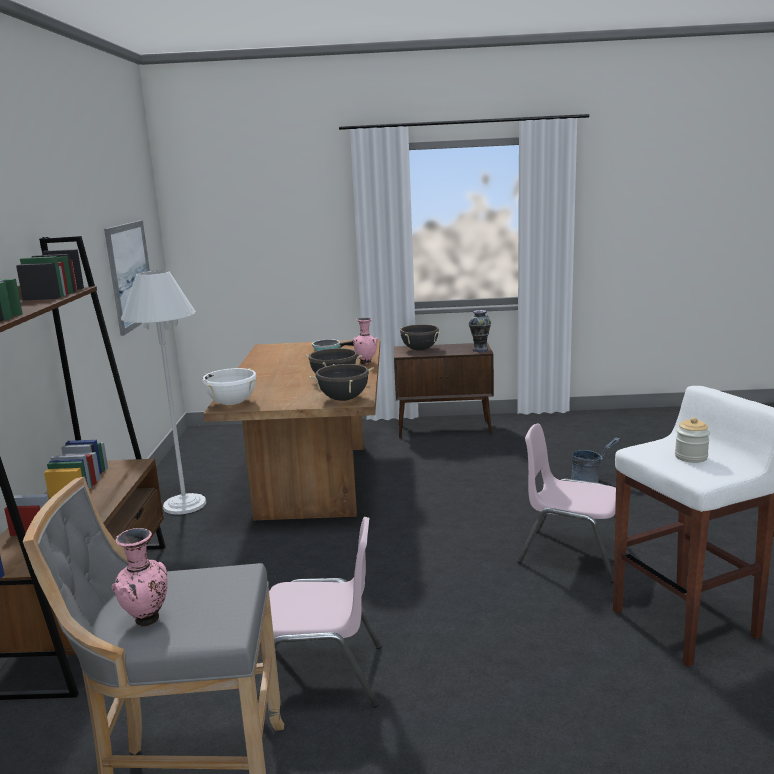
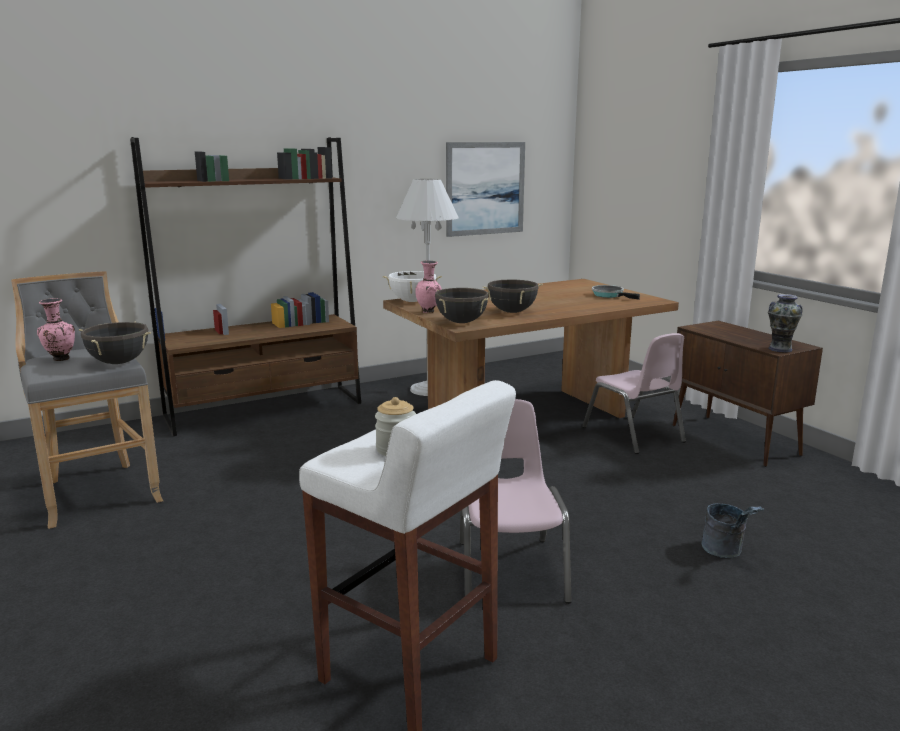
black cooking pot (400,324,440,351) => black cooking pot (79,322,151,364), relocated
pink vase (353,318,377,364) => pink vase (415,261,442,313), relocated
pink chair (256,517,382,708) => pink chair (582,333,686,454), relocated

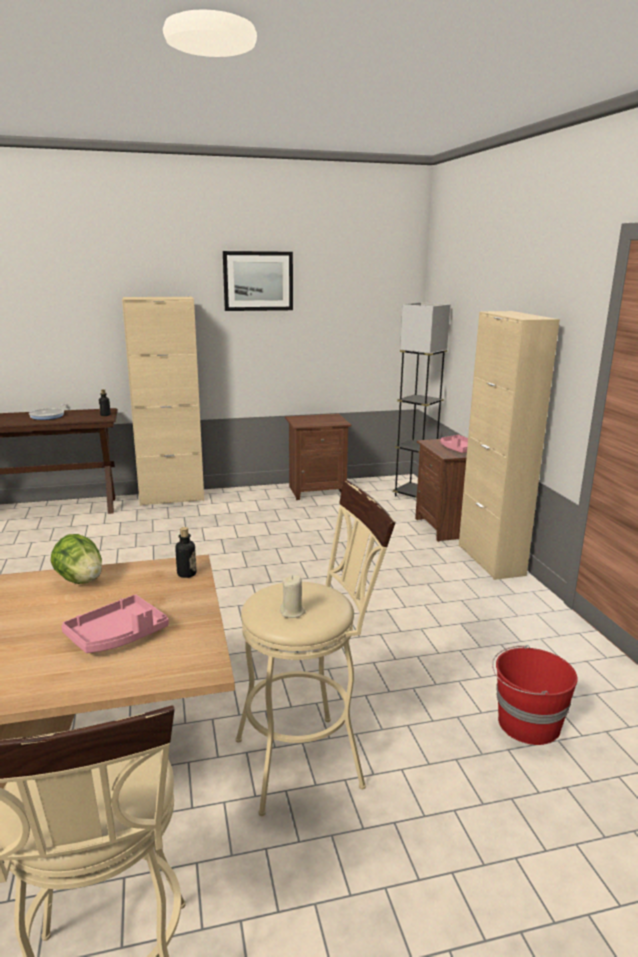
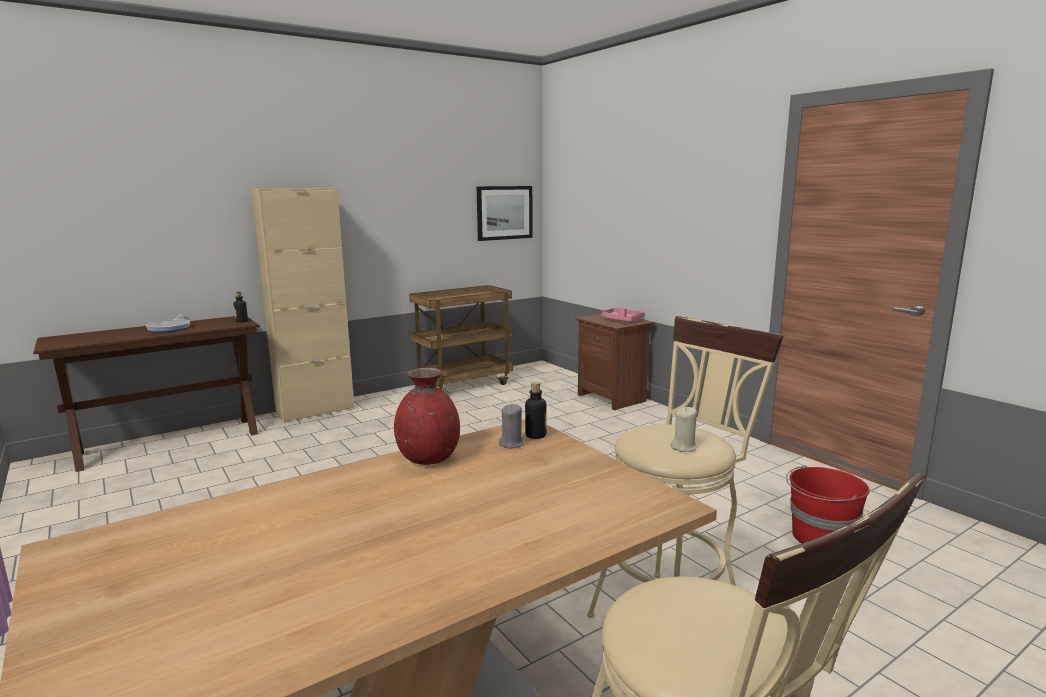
lettuce (50,534,102,584) => red vase (394,368,460,465)
brown nightstand (285,414,351,500) => brown cart (409,285,513,391)
picture (223,251,293,311) => picture (476,186,533,241), relocated
nothing => grey candle (499,404,524,449)
pink tray (62,594,169,653) => nothing
grey floor lamp (393,302,450,498) => nothing
beige cabinet (459,311,560,580) => nothing

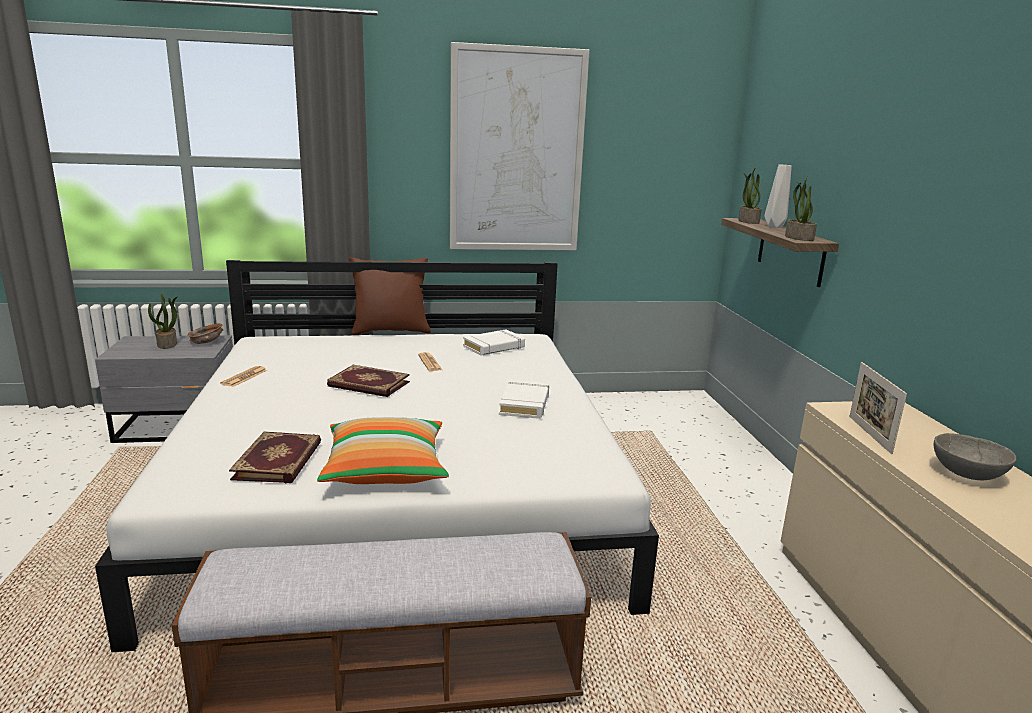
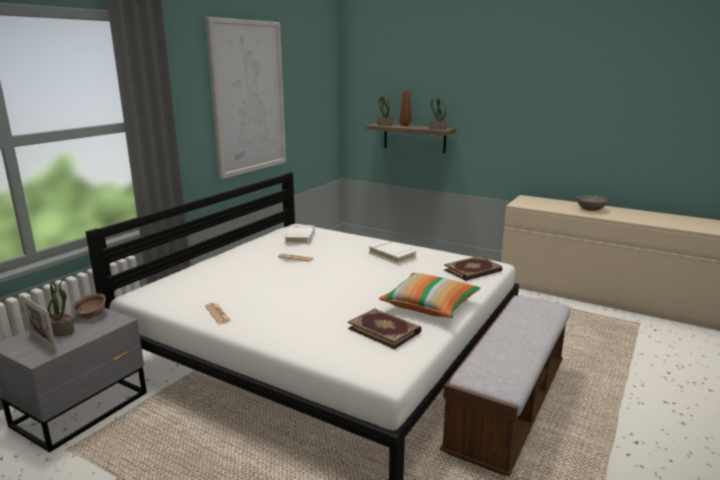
picture frame (849,362,907,454) => picture frame (21,295,57,353), relocated
grey vase (764,165,792,228) => brown vase (399,90,412,126)
book (327,365,410,397) => book (444,256,502,281), relocated
brown pillow (349,257,431,335) => nothing

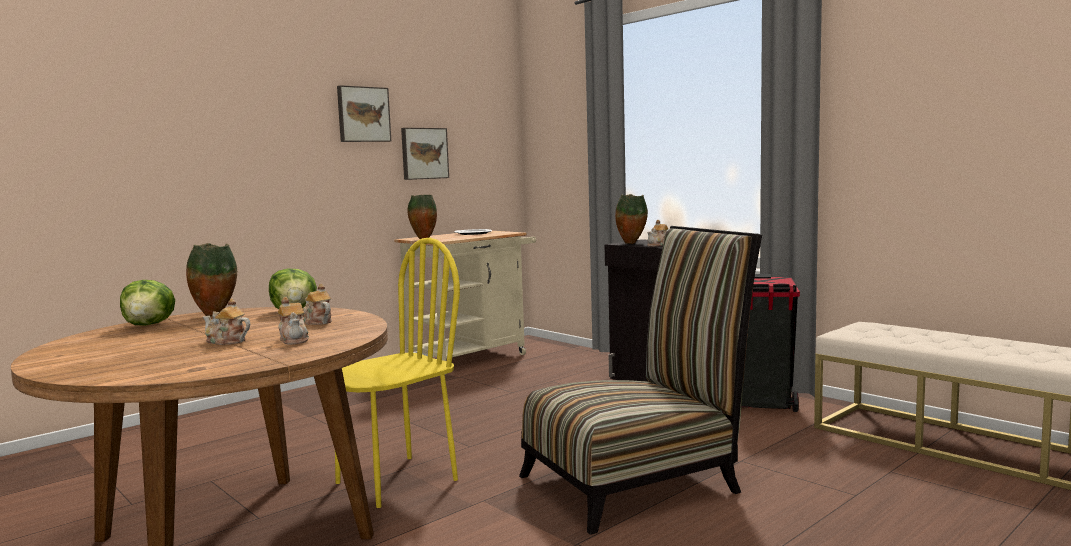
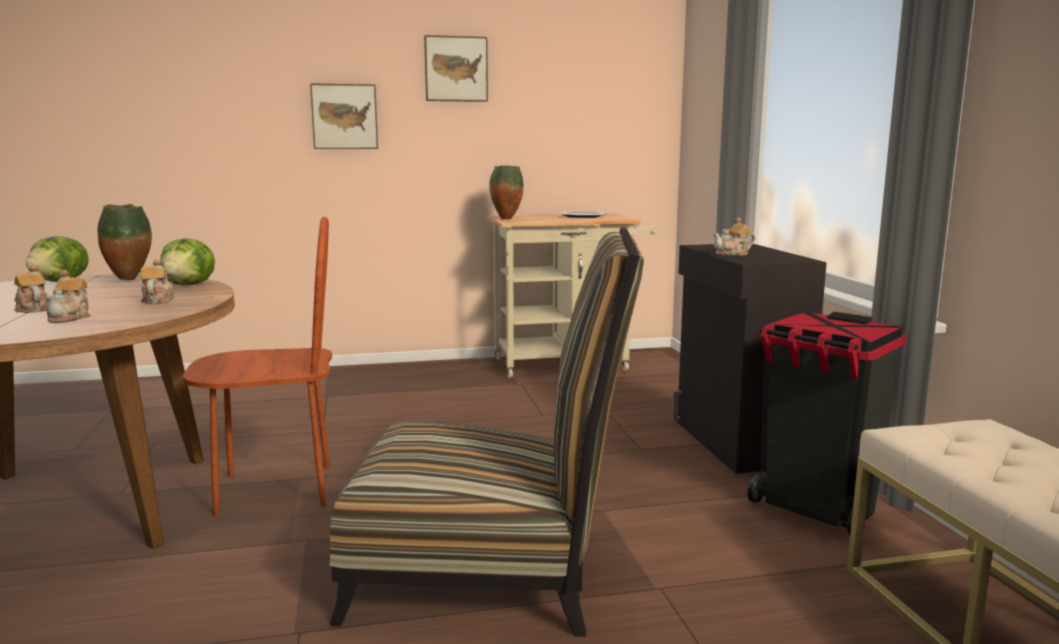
yellow chair (335,237,460,508) => brown chair (183,217,332,516)
picture (401,128,449,180) => picture (310,83,378,149), relocated
vase (615,194,648,244) => nothing

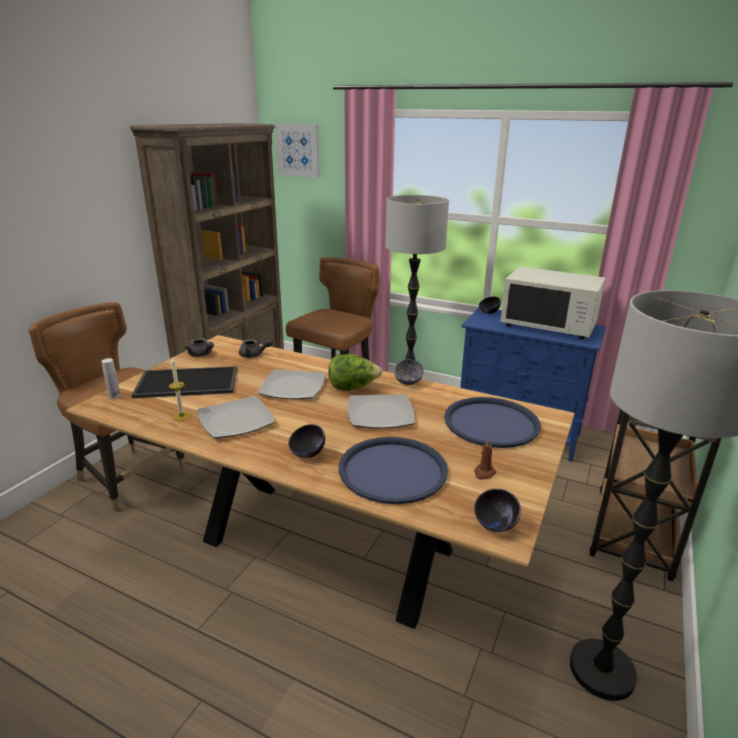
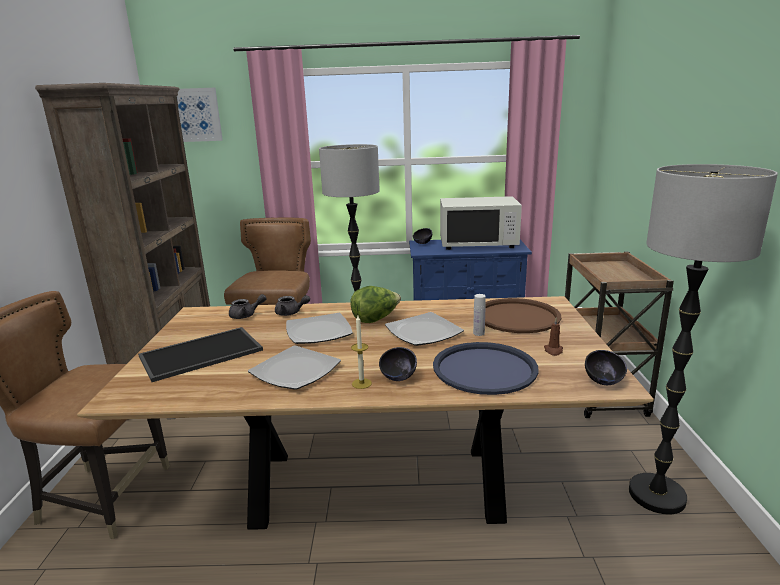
grey teapot (185,338,214,357) => grey teapot (275,295,310,316), relocated
candle (169,358,191,421) => candle (351,316,372,389), relocated
white bottle (101,358,121,399) => white bottle (473,294,486,336), relocated
blue tray (444,397,541,448) => brown tray (485,298,561,333)
grey bowl (394,359,424,385) => nothing

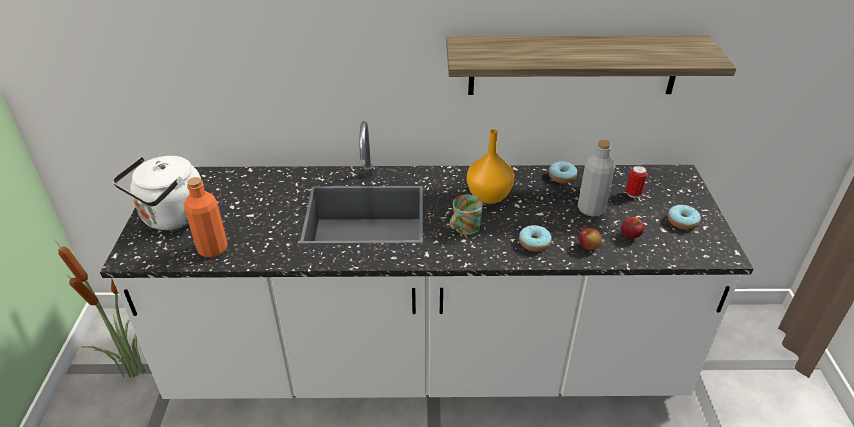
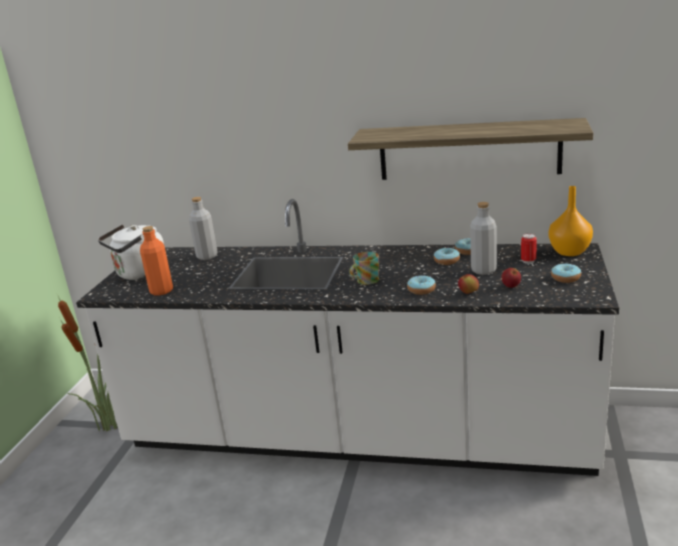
nothing => grey bottle (189,197,217,260)
nothing => donut (434,248,460,265)
orange vase (467,129,514,204) => orange vase (548,186,593,256), relocated

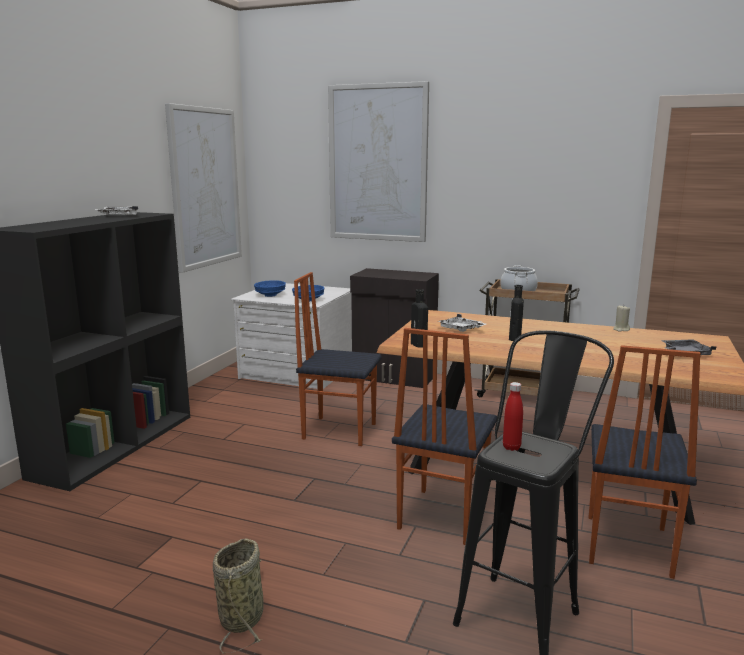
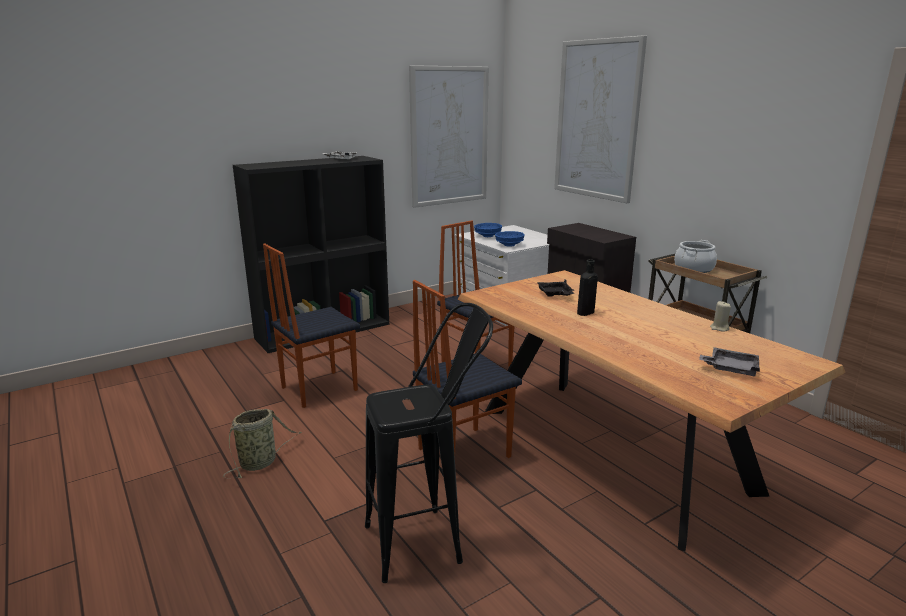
chair (589,345,701,579) => chair (263,244,360,408), relocated
white tray (438,314,486,332) => black tray (536,279,574,297)
black bottle (411,289,428,348) => nothing
red bottle (503,382,523,451) => nothing

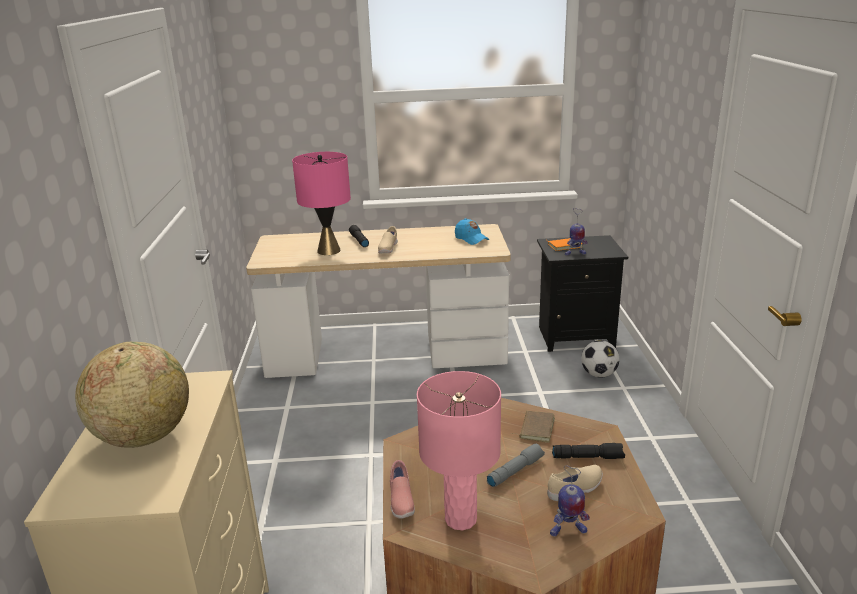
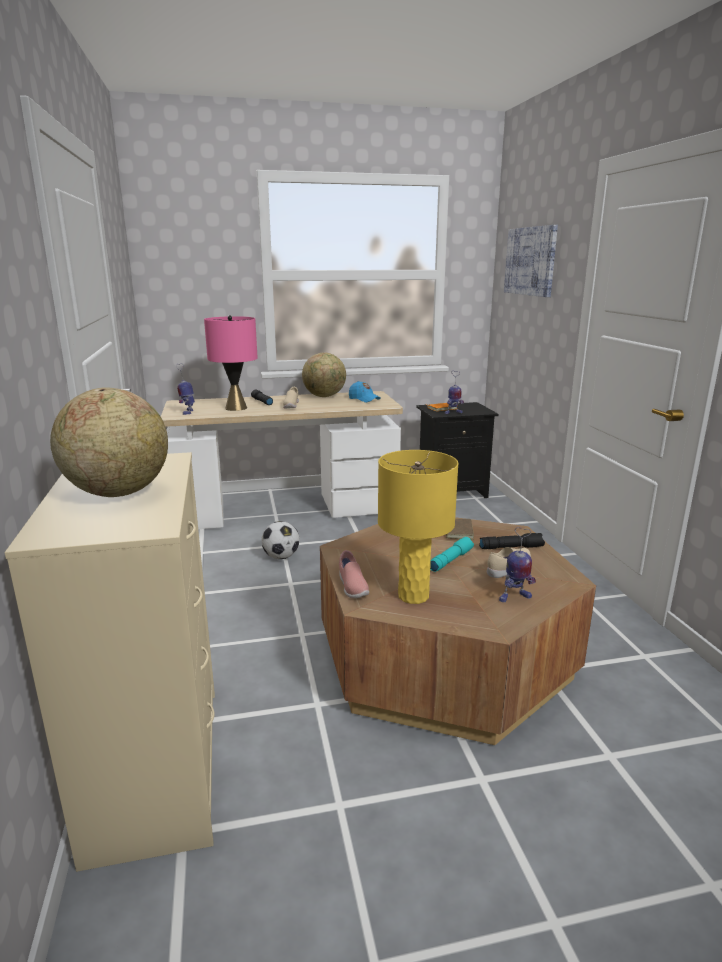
nothing => toy robot (176,363,195,415)
football (581,340,619,378) => football (262,521,299,559), relocated
nothing => globe (302,352,346,397)
pink table lamp (417,371,501,530) => yellow table lamp (378,450,459,604)
grey flashlight (487,444,545,487) => turquoise flashlight (430,537,474,572)
nothing => picture (504,225,558,297)

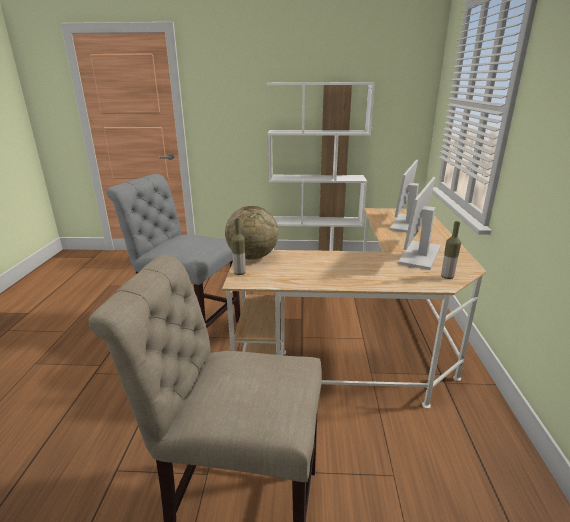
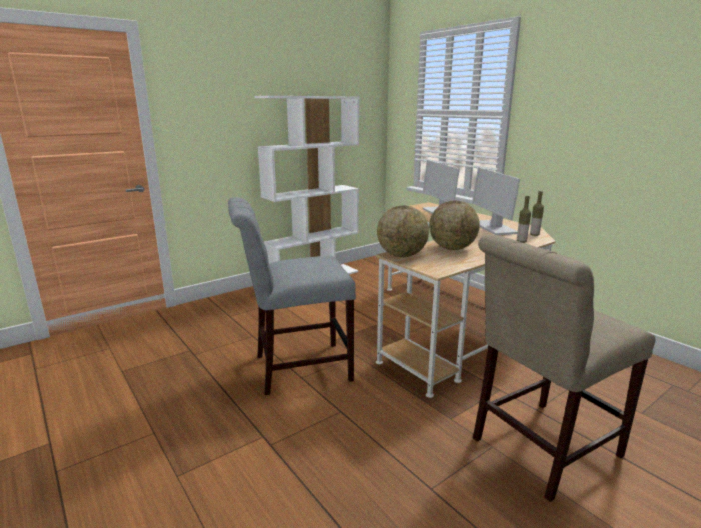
nothing => globe (429,201,480,250)
bottle (231,219,246,275) => bottle (517,196,531,243), relocated

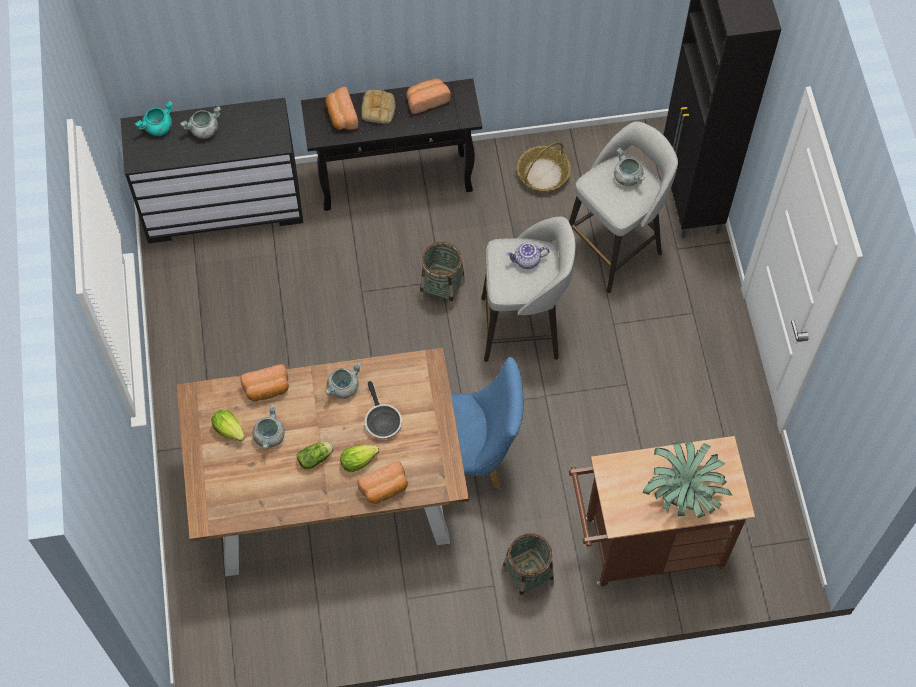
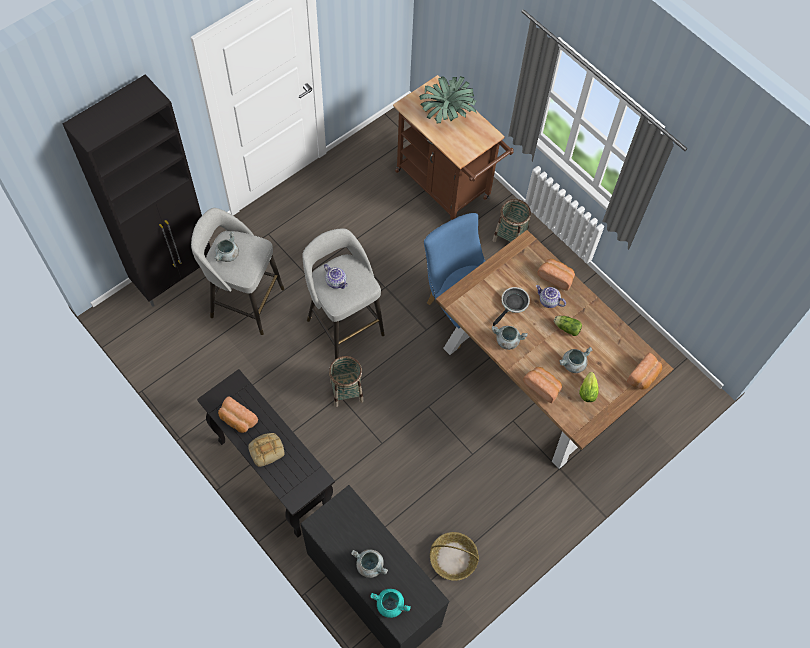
basket (517,142,571,192) => basket (430,532,479,581), relocated
lettuce (340,445,379,472) => teapot (536,285,566,308)
bread (326,87,358,130) => bread (627,353,662,390), relocated

